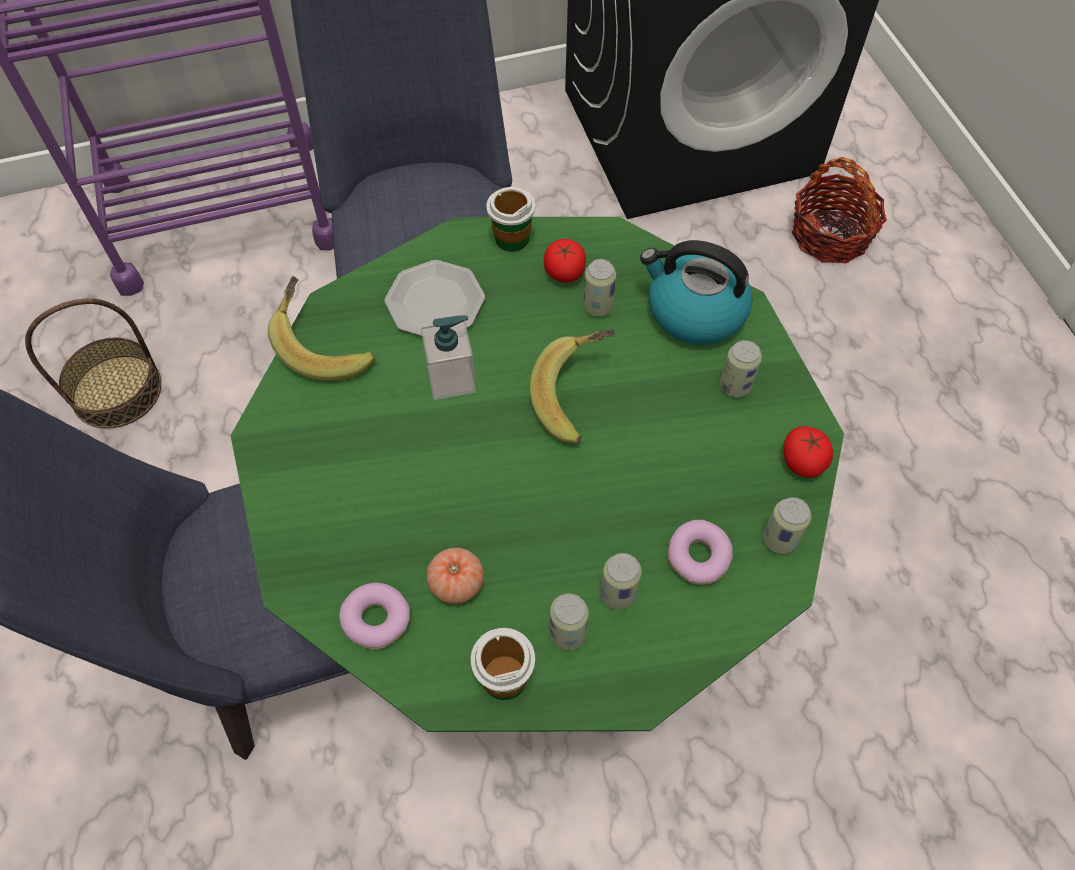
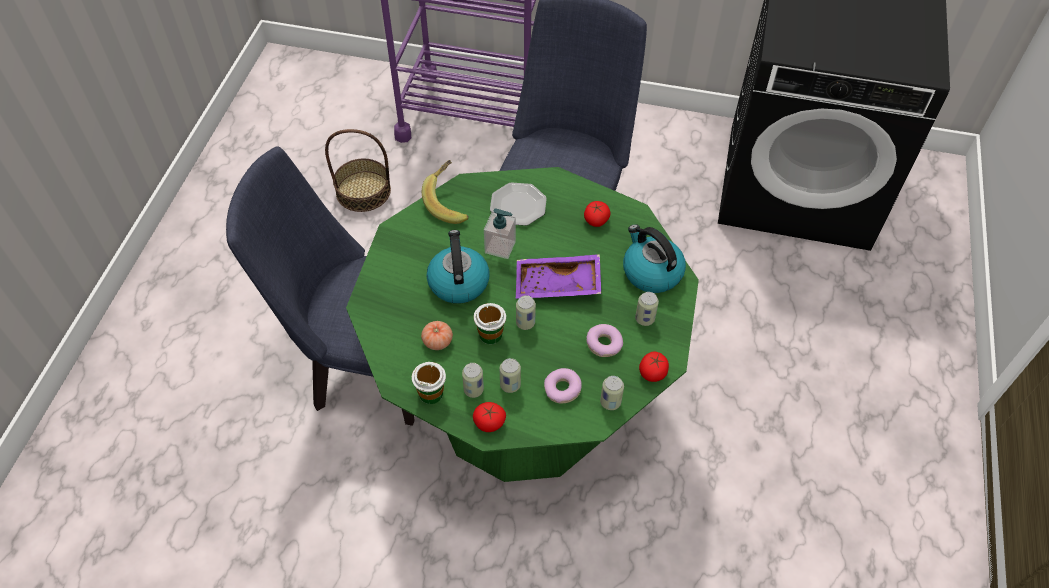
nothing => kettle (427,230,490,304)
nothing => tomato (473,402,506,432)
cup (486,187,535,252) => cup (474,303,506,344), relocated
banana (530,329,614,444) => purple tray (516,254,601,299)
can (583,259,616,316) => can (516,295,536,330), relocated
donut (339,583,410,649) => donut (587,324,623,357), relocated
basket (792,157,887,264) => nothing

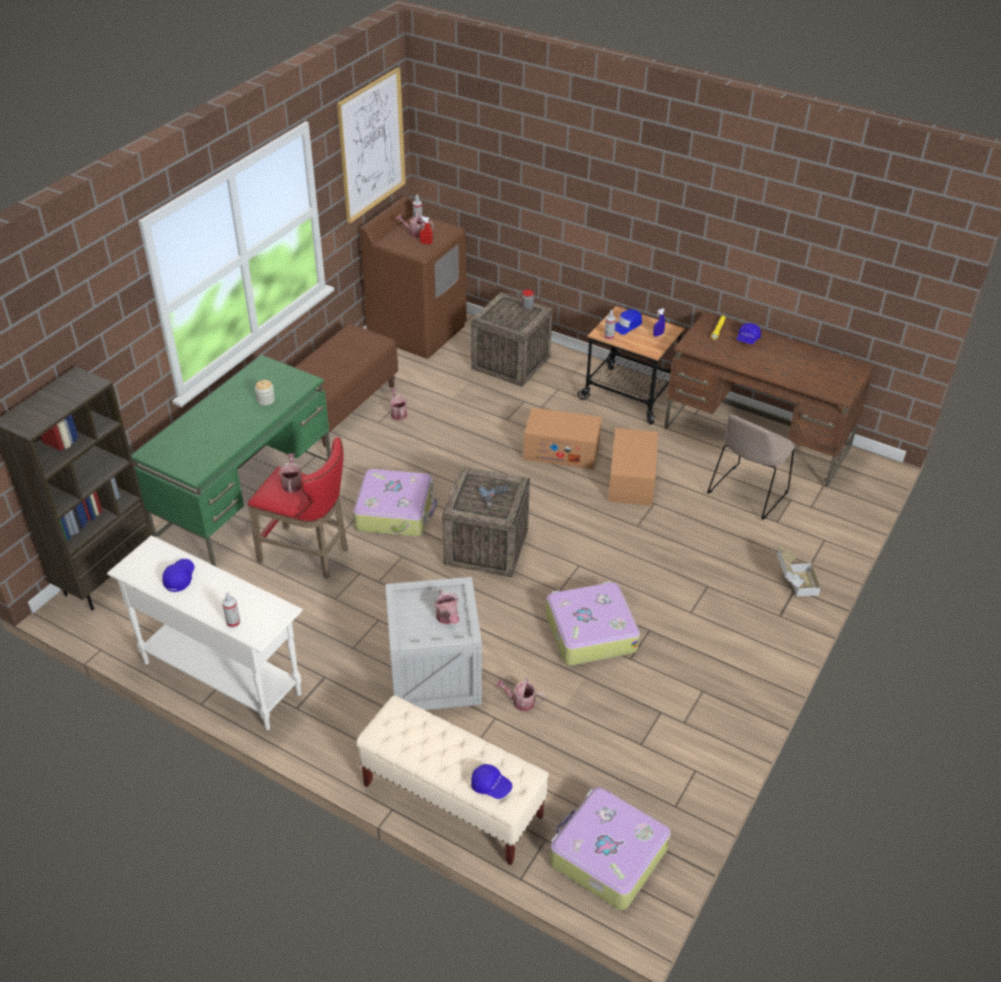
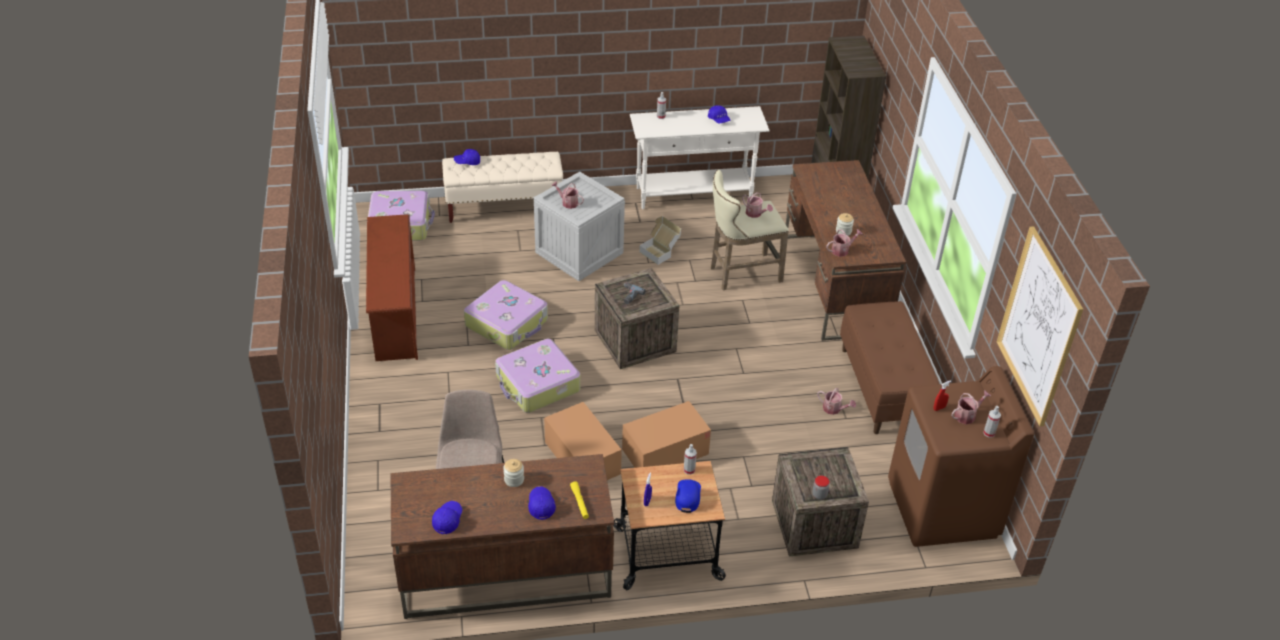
nothing => brown shoe rack (366,214,418,361)
nothing => blue cap (432,501,462,534)
suitcase (353,469,437,536) => suitcase (495,339,581,413), relocated
nothing => jar (503,459,524,487)
cardboard box (777,545,821,596) => cardboard box (639,216,681,265), relocated
red stool (248,437,348,579) => beige stool (711,170,789,291)
green desk (131,355,331,566) => brown desk (786,160,906,341)
watering can (496,678,546,711) => watering can (826,229,862,257), relocated

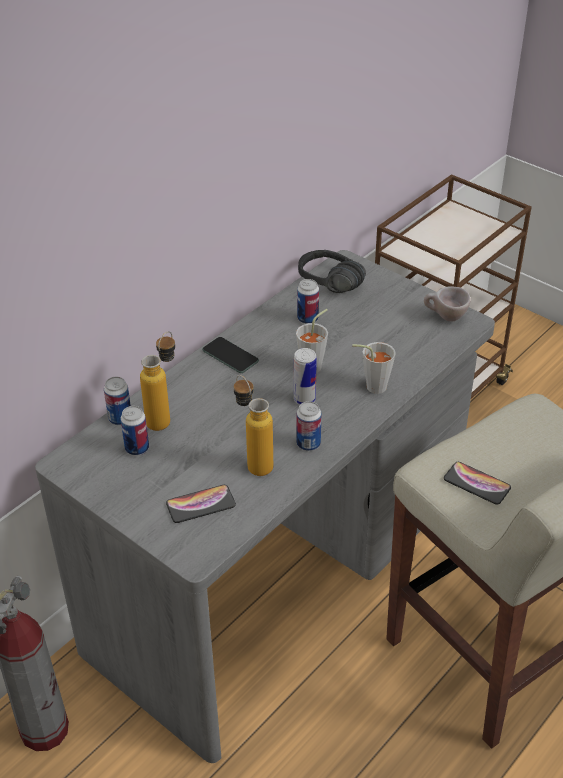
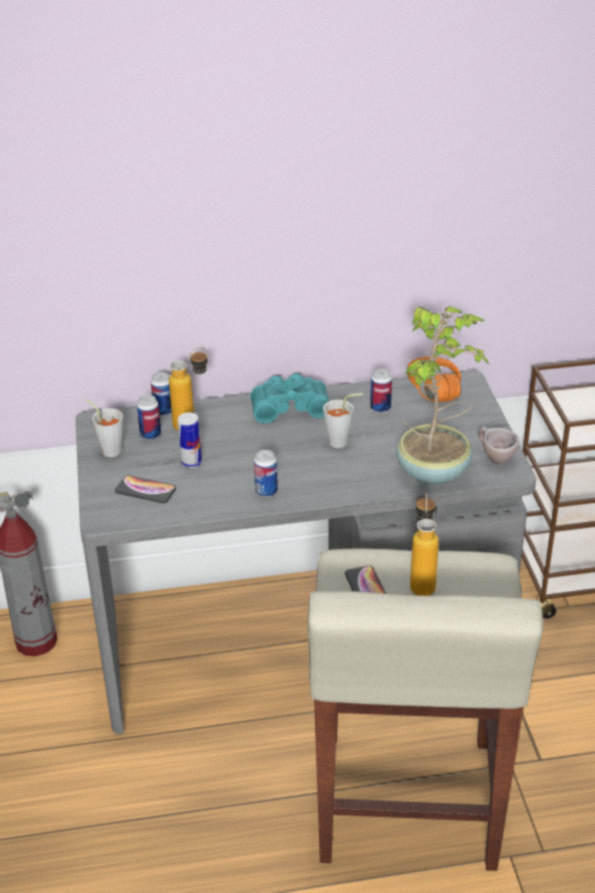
grey cup (352,342,396,394) => grey cup (86,399,123,457), relocated
can (294,348,317,405) => can (178,412,202,468), relocated
phone (202,337,259,373) => turquoise binoculars (250,374,330,424)
nothing => potted plant (396,306,489,485)
black headphones (298,250,366,293) => orange headphones (407,356,461,402)
bottle (234,375,273,476) => bottle (410,492,439,596), relocated

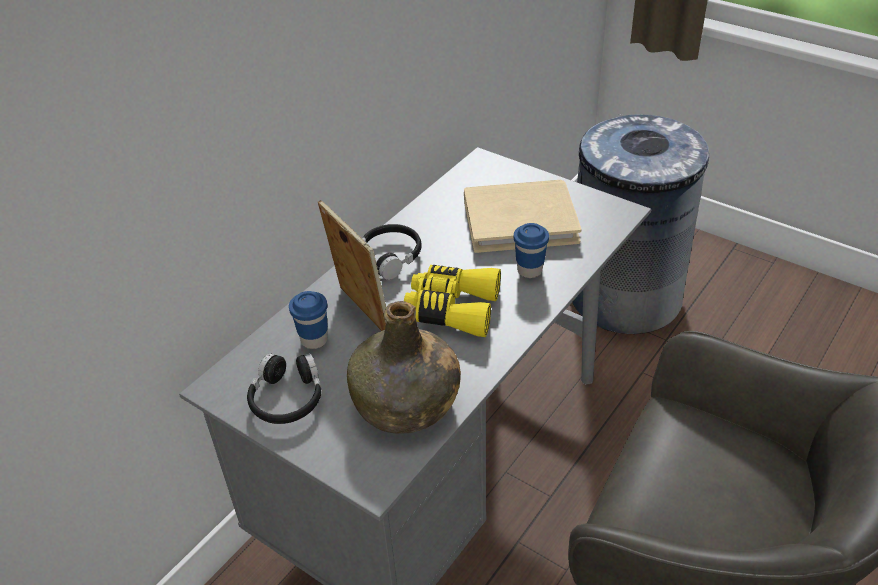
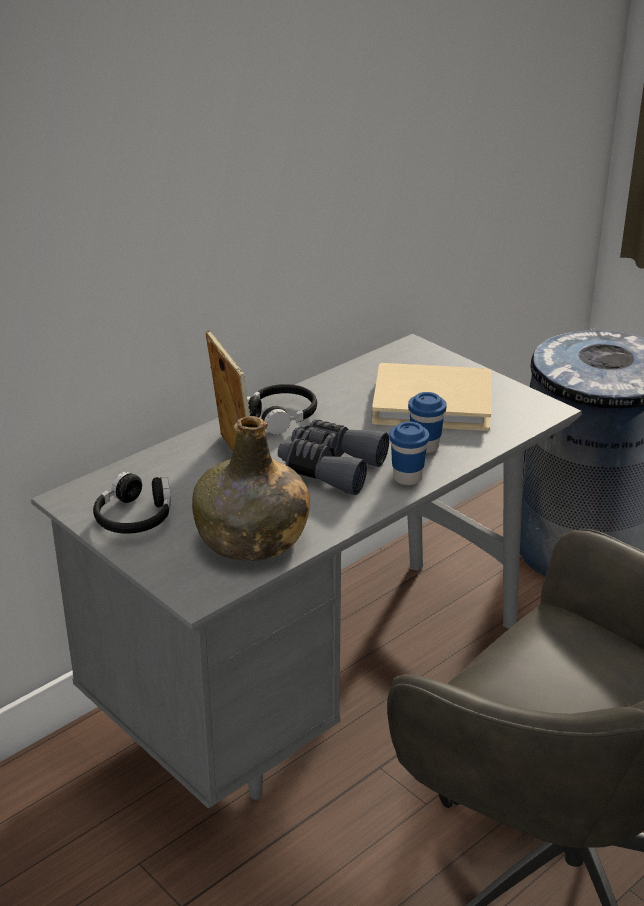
yellow binoculars (404,265,501,337) => grey binoculars (278,419,389,495)
blue cup (289,291,328,349) => blue cup (389,421,429,485), relocated

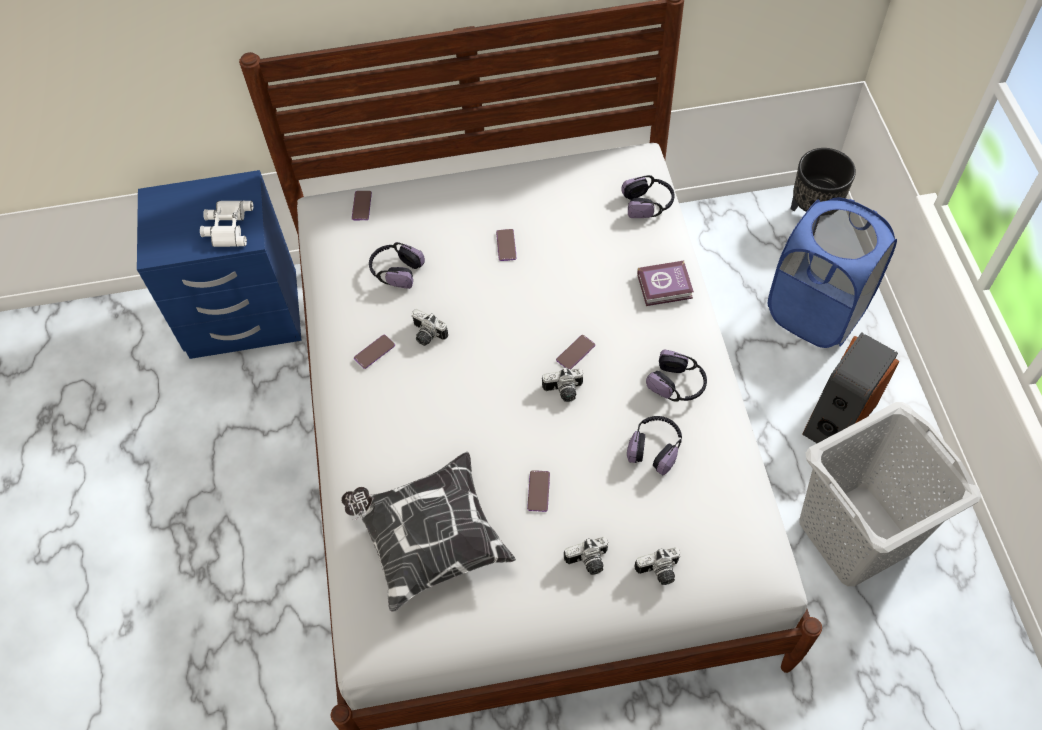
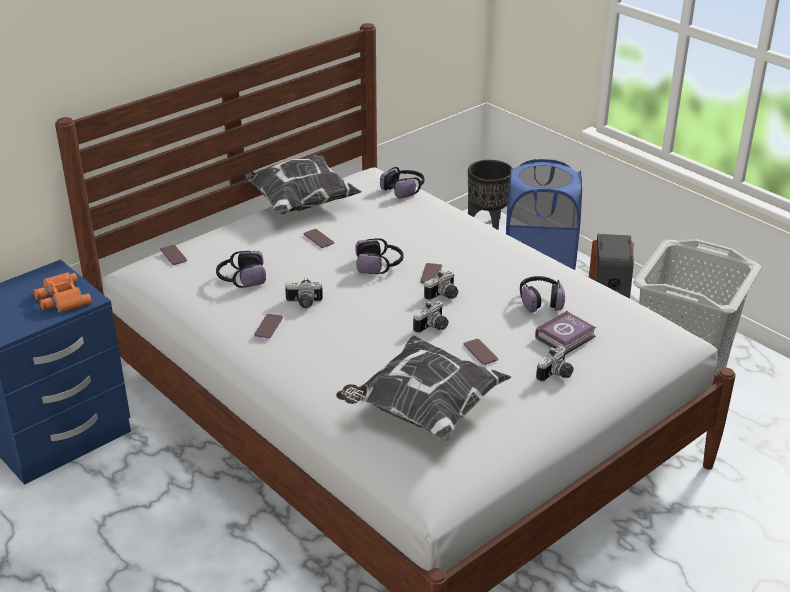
white binoculars (200,200,253,247) => orange binoculars (33,272,92,313)
nothing => pillow (240,154,362,214)
headphones (646,349,707,402) => headphones (355,238,404,274), relocated
photo camera (635,547,680,585) => photo camera (413,301,448,333), relocated
book (637,260,694,306) => book (535,310,596,355), relocated

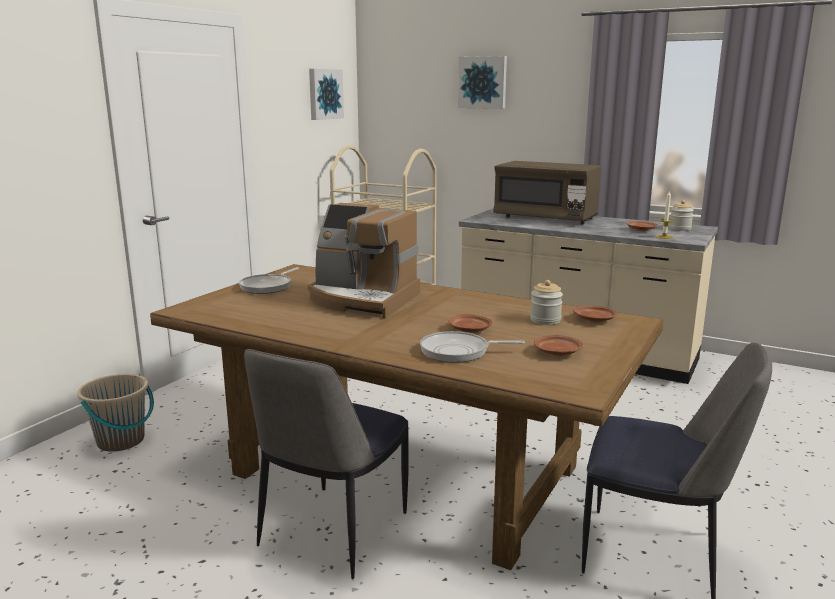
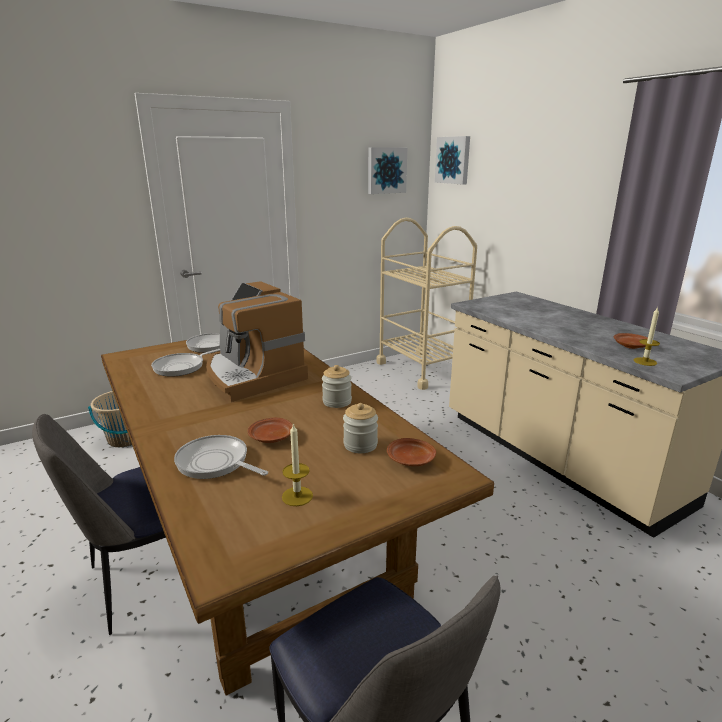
nothing => frying pan (151,349,220,377)
brown plate (534,335,583,356) => candle (282,423,313,506)
jar (669,200,694,231) => jar (322,365,352,408), relocated
picture (458,56,507,109) => picture (435,136,470,185), relocated
brown microwave (493,161,601,224) => nothing

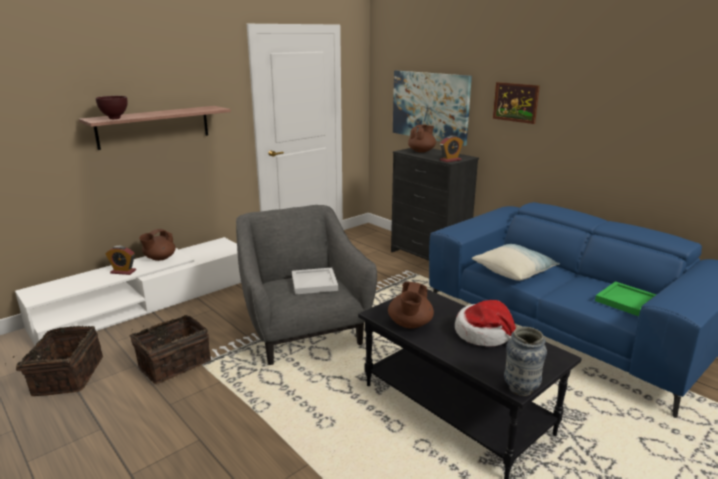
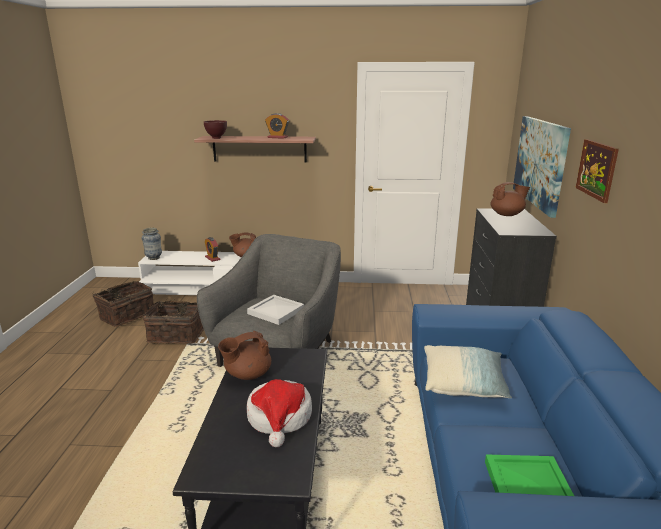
vase (504,327,547,396) => vase (142,228,162,260), relocated
alarm clock (440,135,463,162) => alarm clock (265,113,289,139), relocated

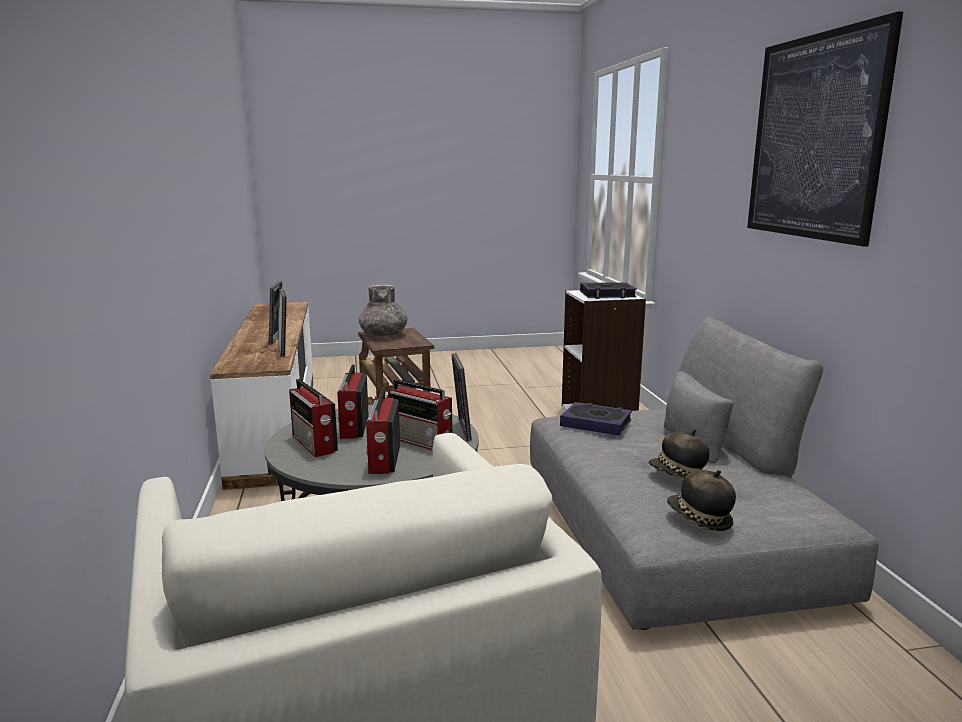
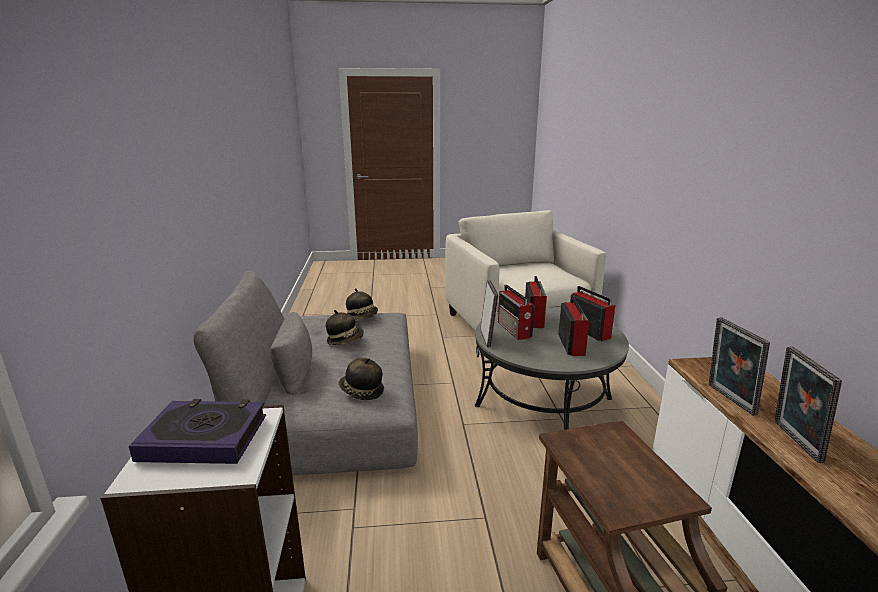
book (560,402,632,436) => hat (338,358,384,400)
radio (388,379,452,450) => radio (498,285,535,340), 150 degrees counterclockwise
grey vase (359,285,407,337) => nothing
picture (747,11,903,247) => nothing

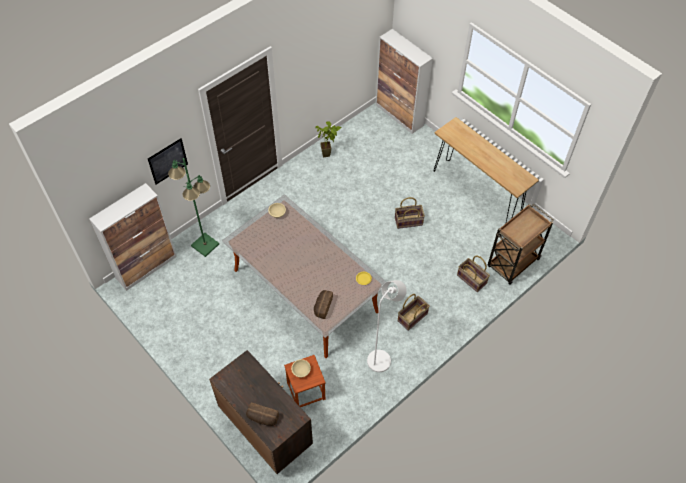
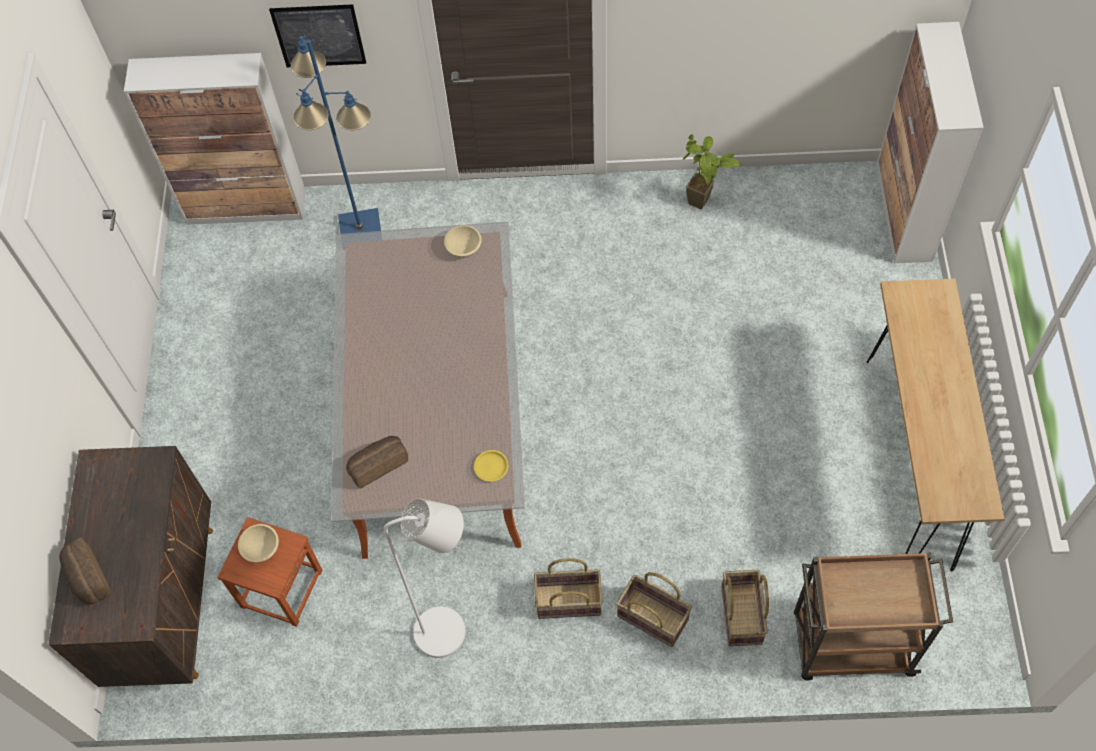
green floor lamp (168,158,219,257) => blue floor lamp (291,35,381,234)
basket (395,197,425,229) => basket (616,572,692,647), relocated

